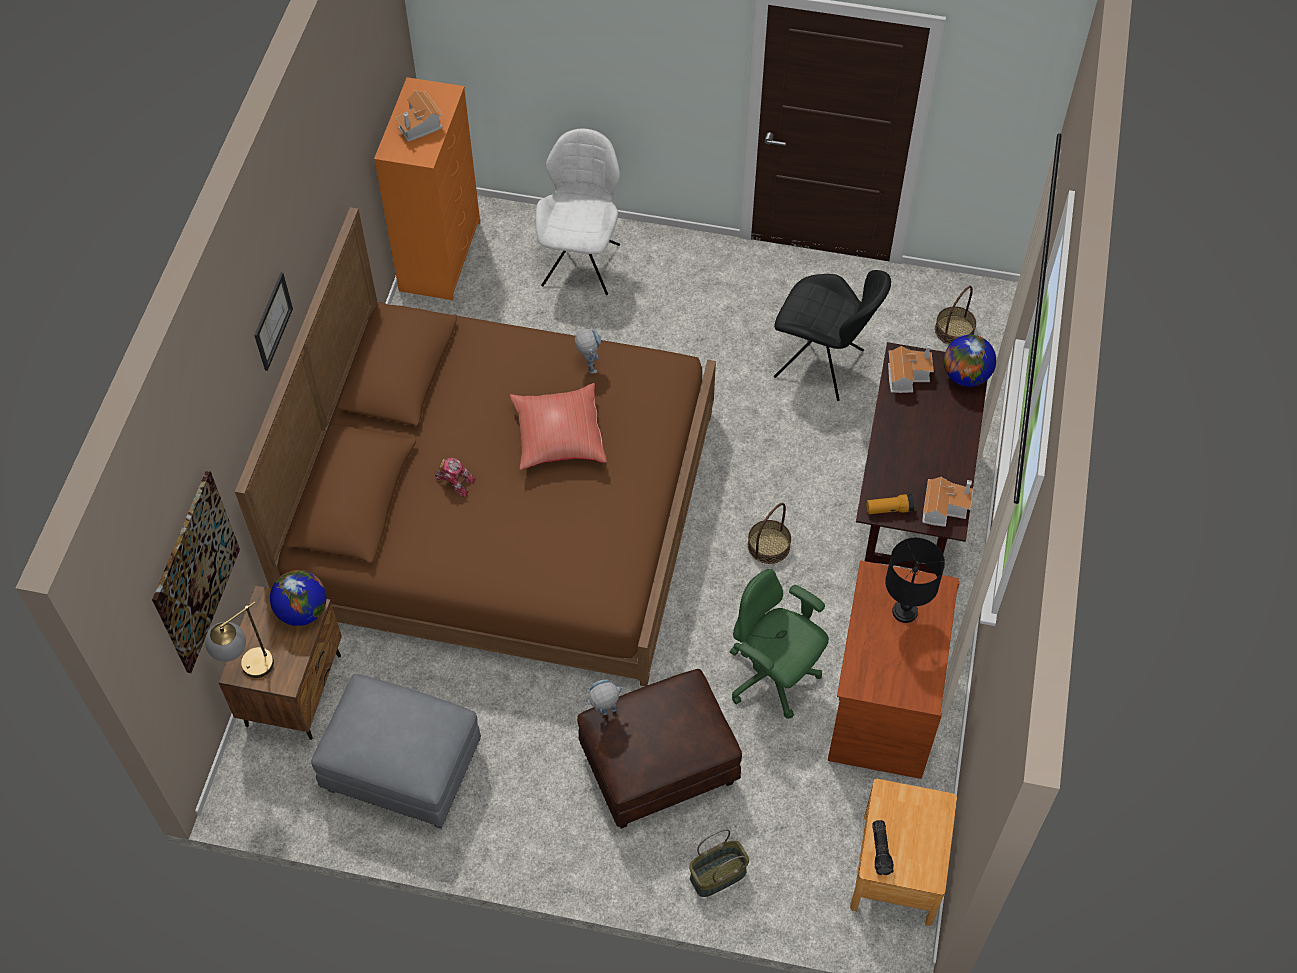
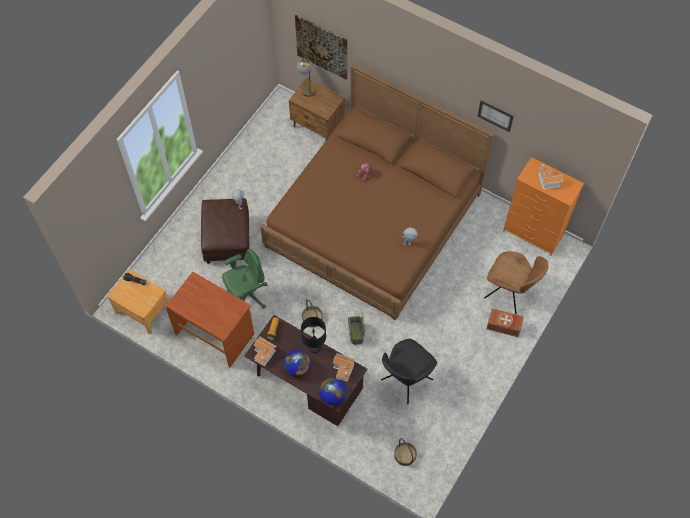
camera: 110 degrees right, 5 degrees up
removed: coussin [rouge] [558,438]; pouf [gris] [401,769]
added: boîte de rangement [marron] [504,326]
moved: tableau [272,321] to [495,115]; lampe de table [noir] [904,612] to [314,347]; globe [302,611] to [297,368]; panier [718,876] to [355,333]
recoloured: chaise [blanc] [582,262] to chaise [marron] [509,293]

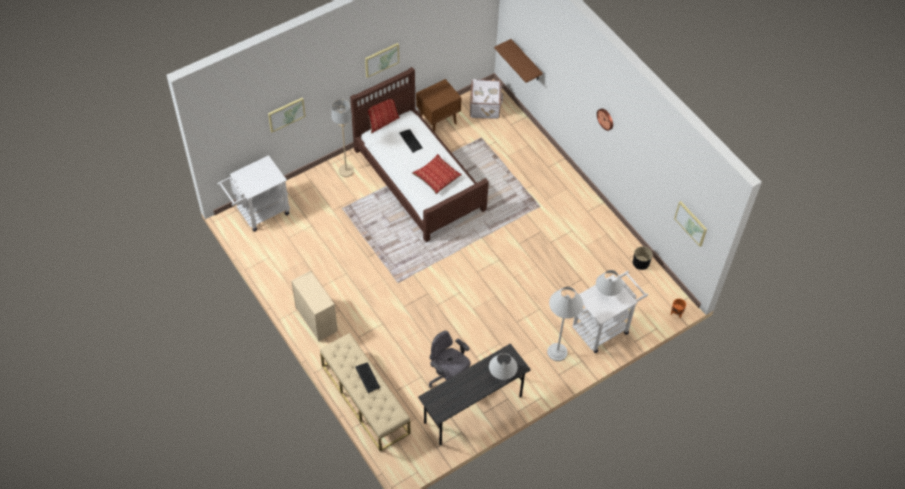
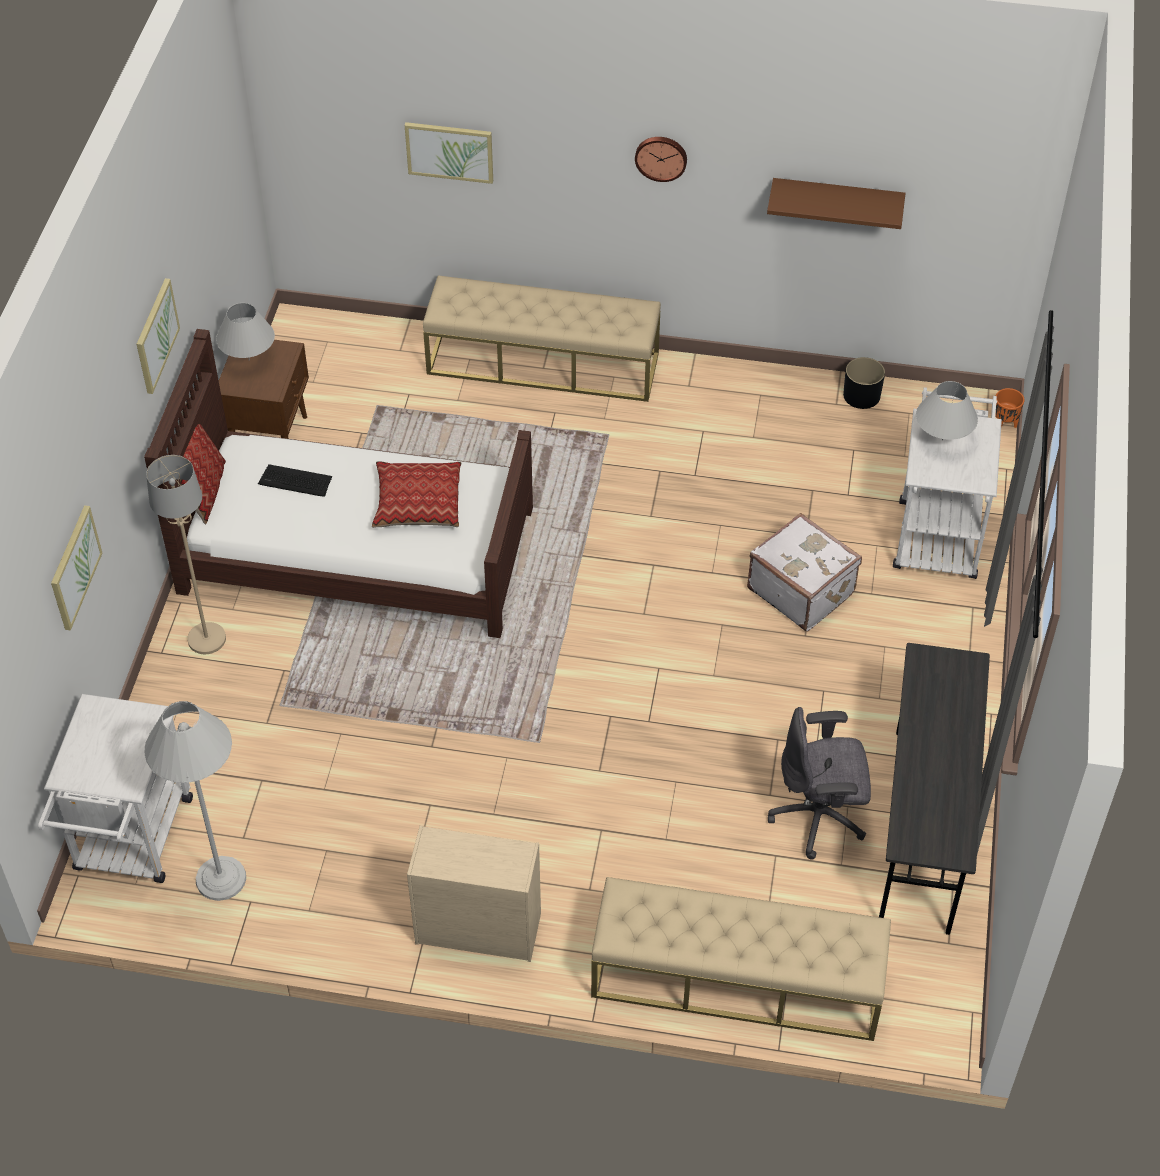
camera: 45 degrees left, 5 degrees down
removed: clavier [367,377]
added: banc [beige] [543,363]
moved: étagère [marron] [526,61] to [837,200]; valise [blanc] [485,106] to [801,590]; tableau [691,223] to [449,151]; lampadaire [blanc] [557,352] to [221,879]; lampe de table [blanc] [502,374] to [249,360]

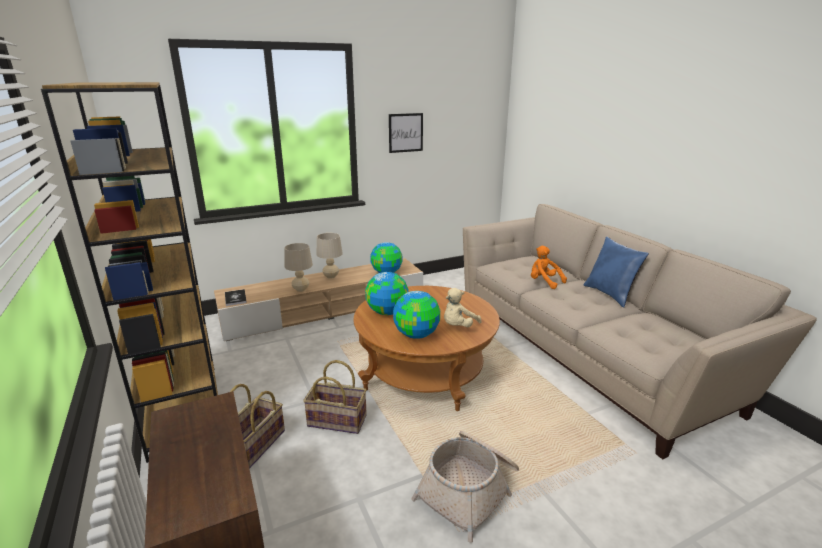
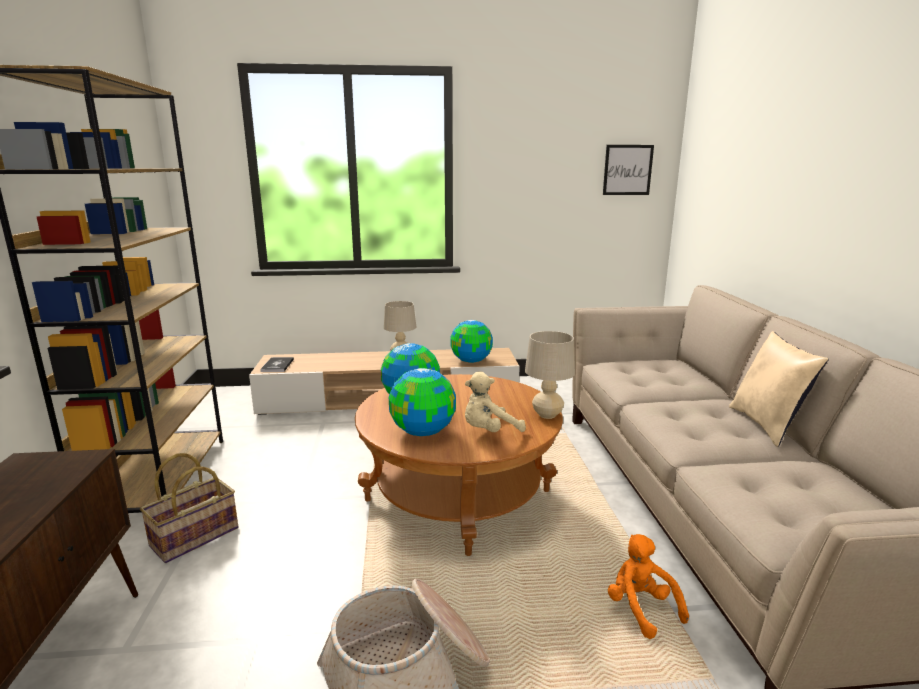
camera: 20 degrees right, 5 degrees down
removed: panier [337,420]
moved: tableau [405,132] to [627,170]; lampe de table [beige] [301,289] to [547,415]; peluche [orange] [544,282] to [641,608]
recoloured: coussin [bleu] [610,295] to coussin [beige] [767,426]

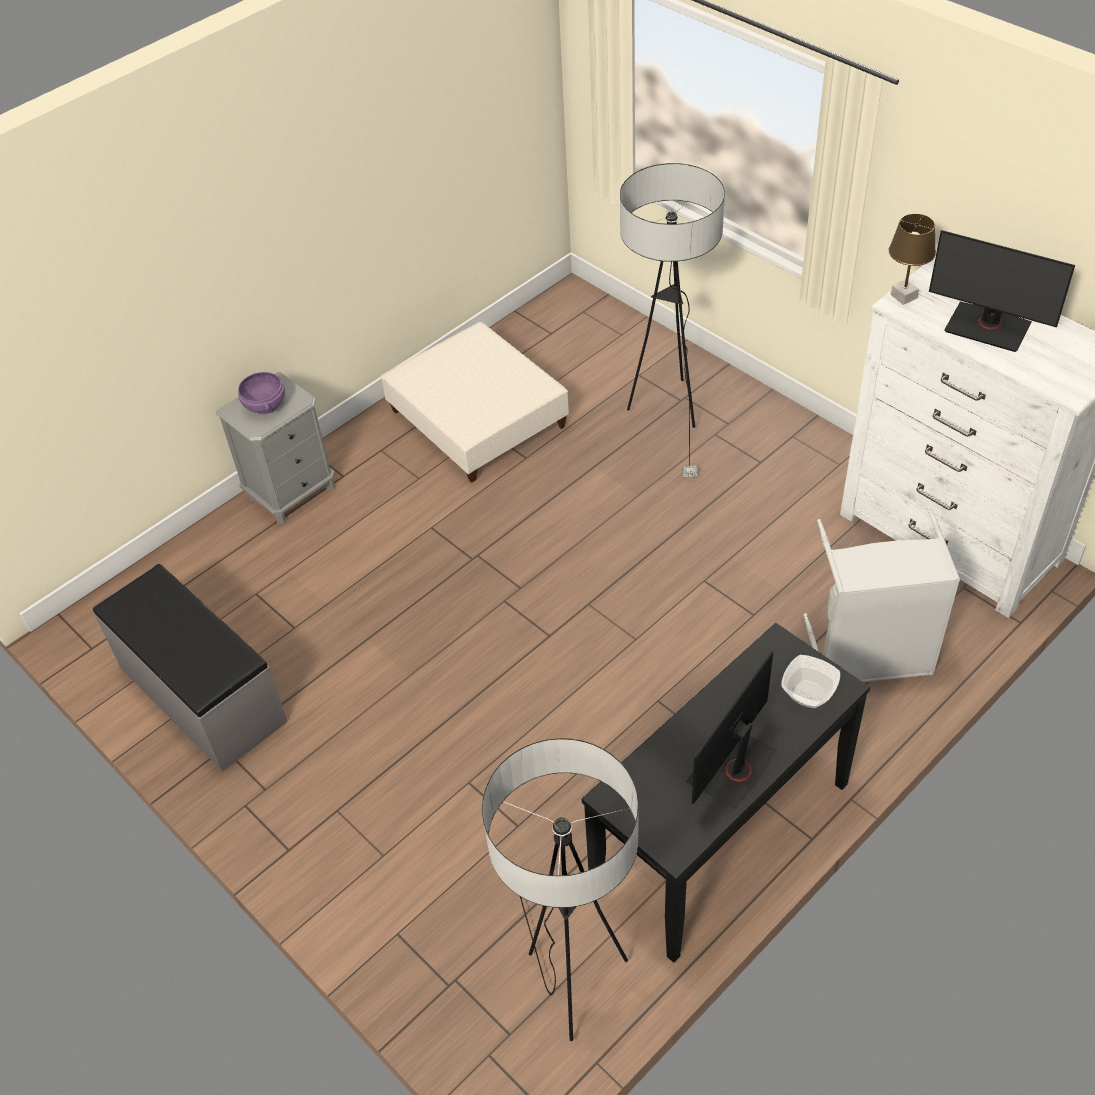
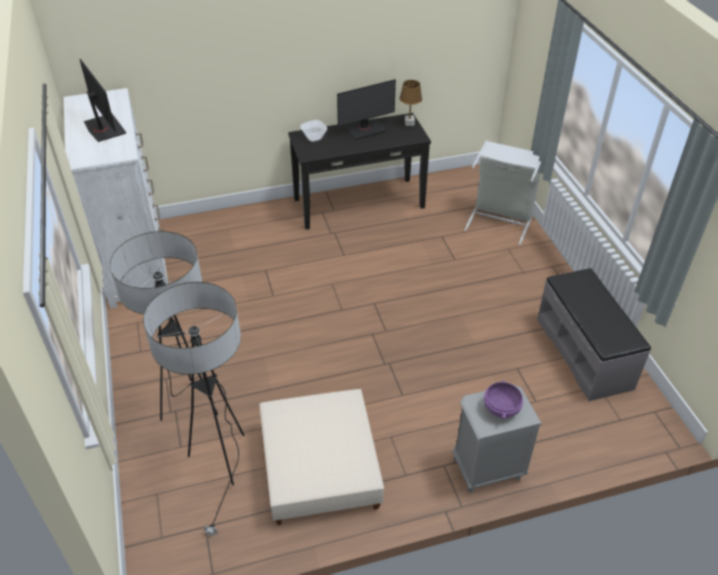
camera: 155 degrees left, 5 degrees down
moved: lampe de table [marron] [903,296] to [409,123]; panier à linge [gris] [870,657] to [500,220]; lampadaire [572,982] to [222,464]

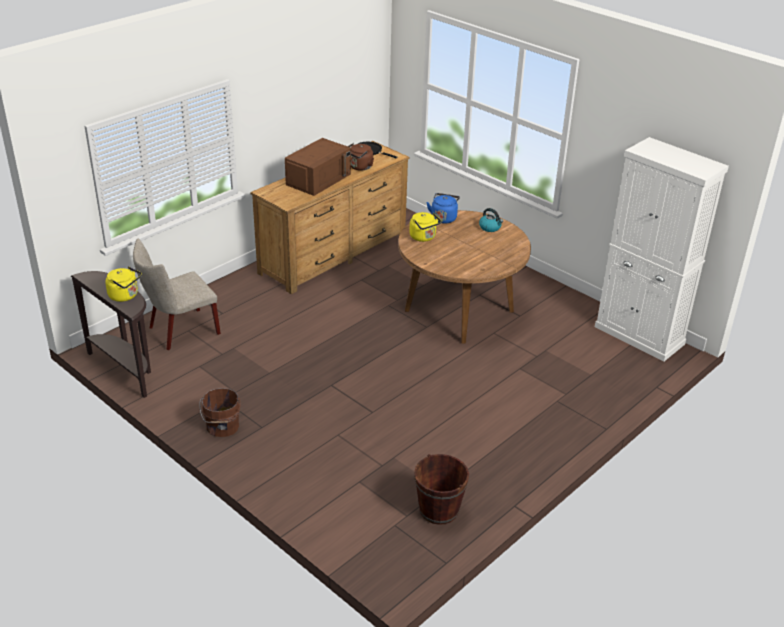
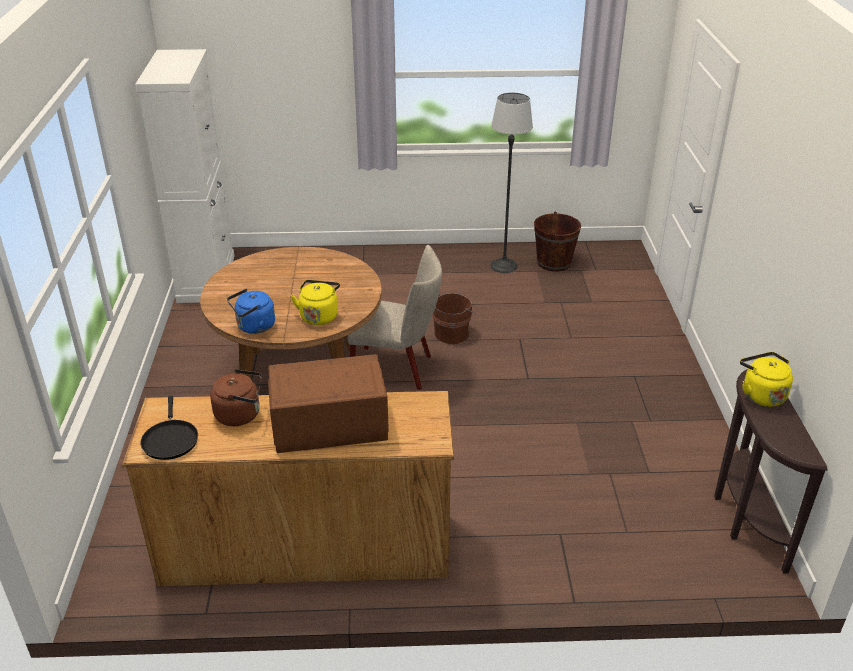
camera: 135 degrees left, 0 degrees up
removed: bouilloire [490,227]
added: lampadaire [504,266]
moved: chaise [beige] [179,331] to [397,369]; seau [marron] [222,427] to [453,333]

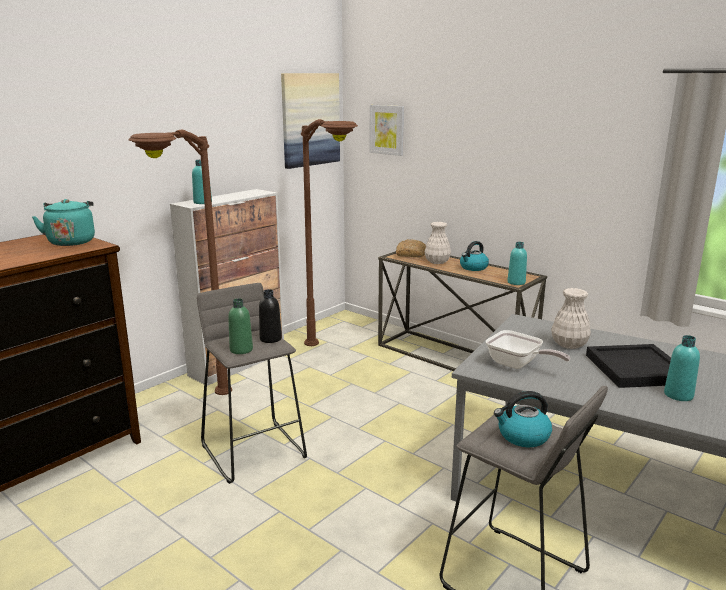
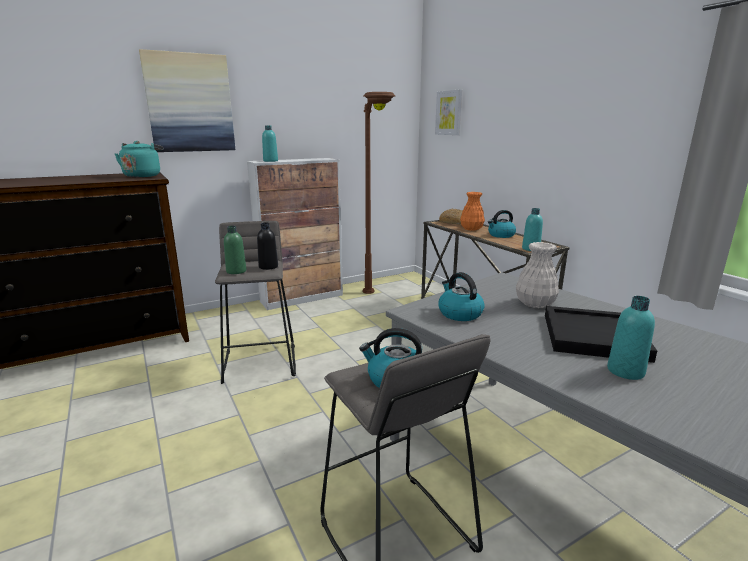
camera: 20 degrees right, 0 degrees up
removed: lampadaire [marron] [196,418]
moved: tableau [310,119] to [190,103]
replaced: poêle [517,365] to bouilloire [459,313]
recoloured: vase [blanc] [436,262] to vase [orange] [471,229]

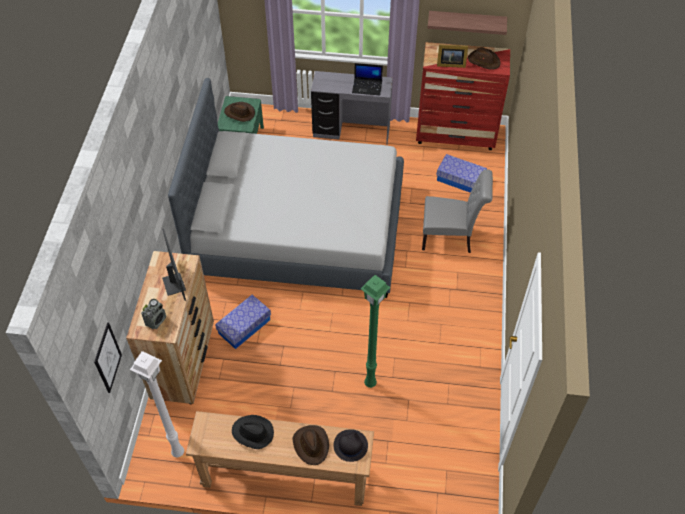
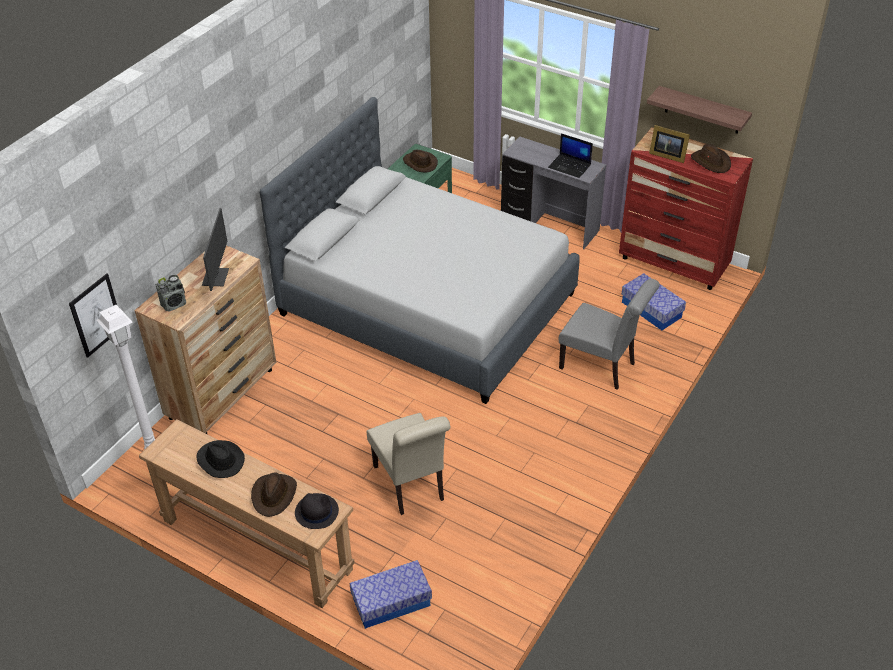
camera: 25 degrees right, 10 degrees down
moved: boîte de rangement [244,327] to [391,602]
replaced: lampadaire [vert] [370,384] to chaise [beige] [411,486]

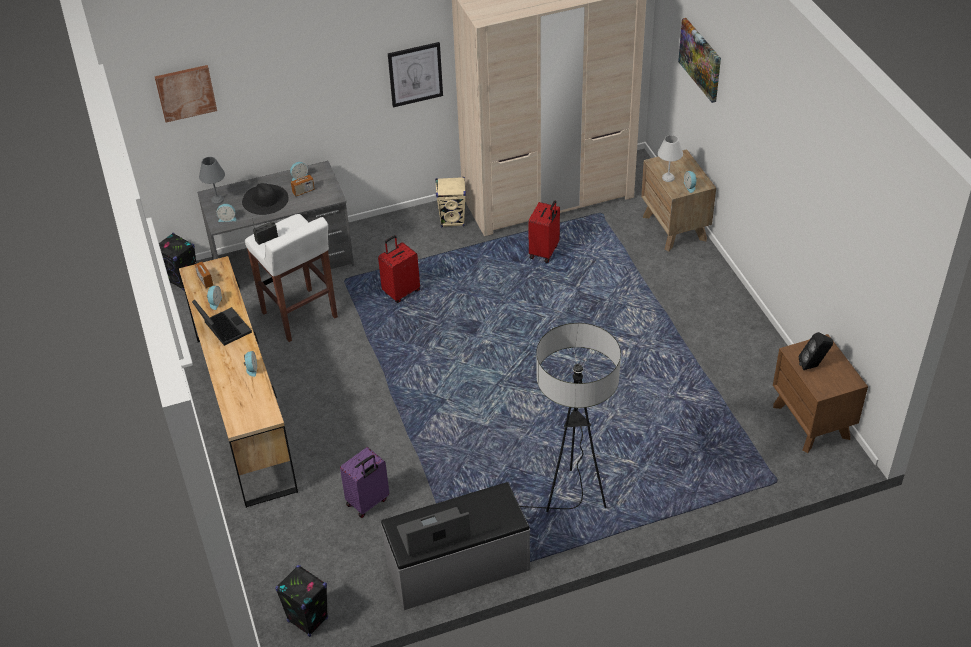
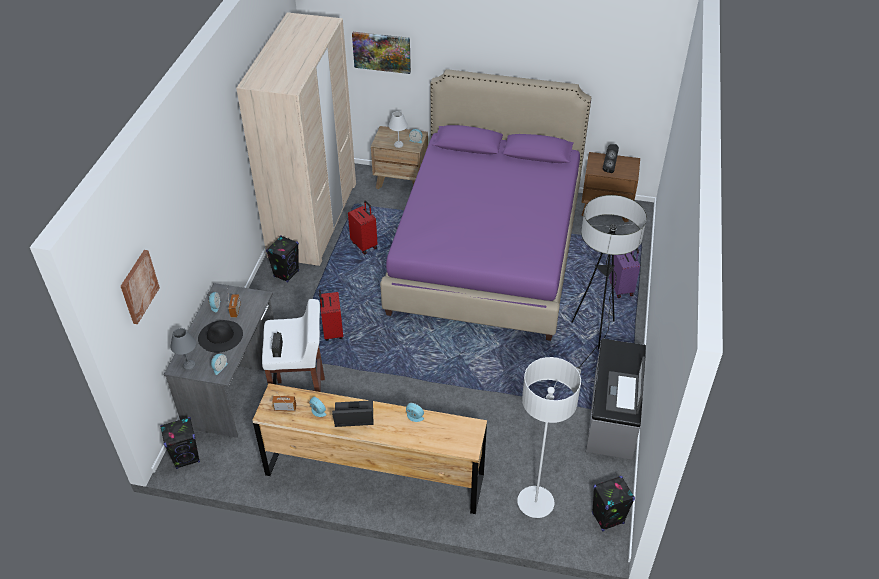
camera: 60 degrees left, 0 degrees up
removed: tableau [415,74]
added: lit [violet] [487,250]; lampadaire [gris] [535,503]
moved: valise [violet] [368,502] to [621,288]
recoloured: enceinte [beige] [452,220] to enceinte [noir] [286,273]

